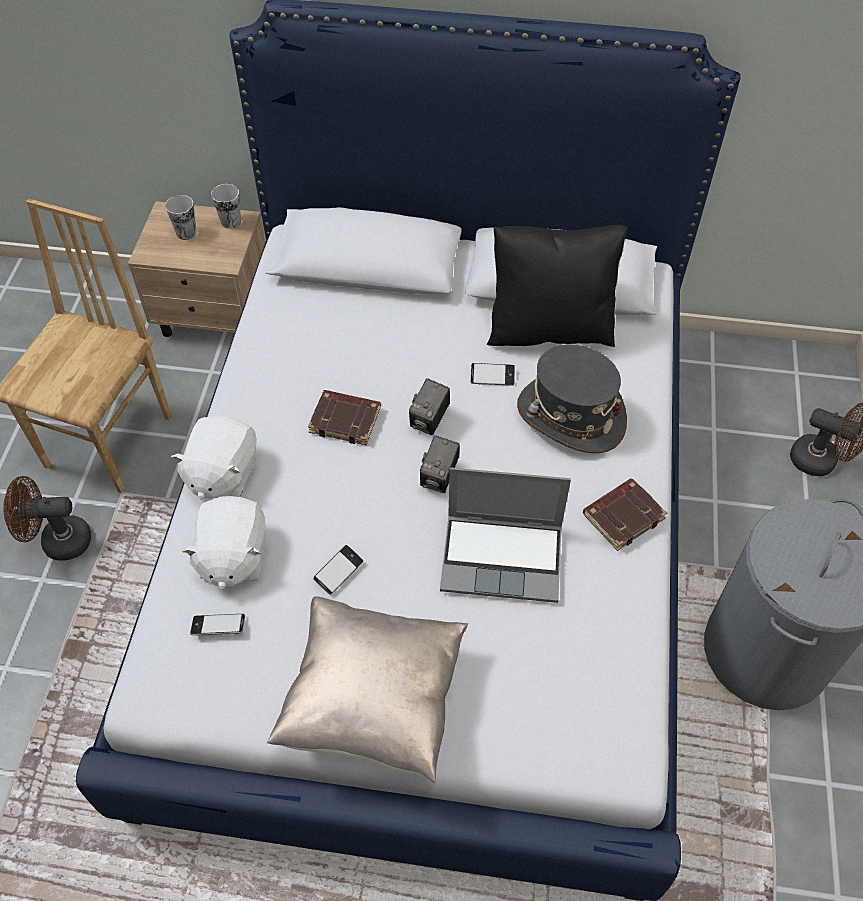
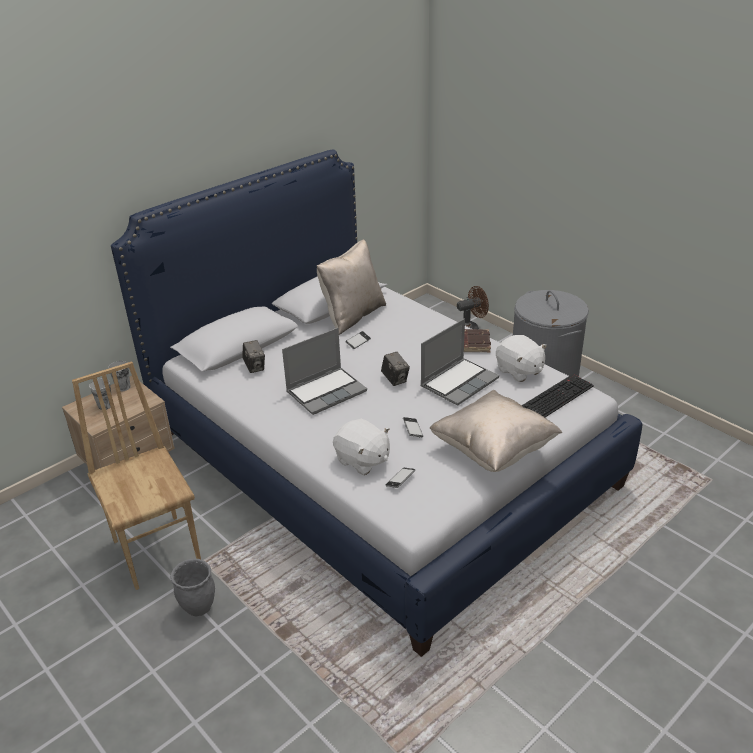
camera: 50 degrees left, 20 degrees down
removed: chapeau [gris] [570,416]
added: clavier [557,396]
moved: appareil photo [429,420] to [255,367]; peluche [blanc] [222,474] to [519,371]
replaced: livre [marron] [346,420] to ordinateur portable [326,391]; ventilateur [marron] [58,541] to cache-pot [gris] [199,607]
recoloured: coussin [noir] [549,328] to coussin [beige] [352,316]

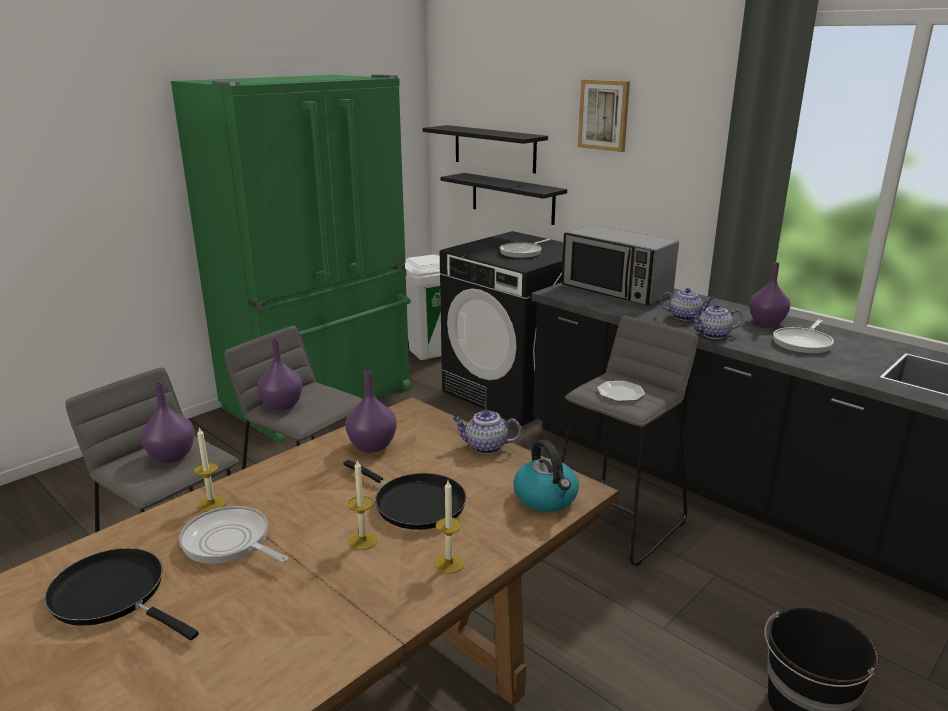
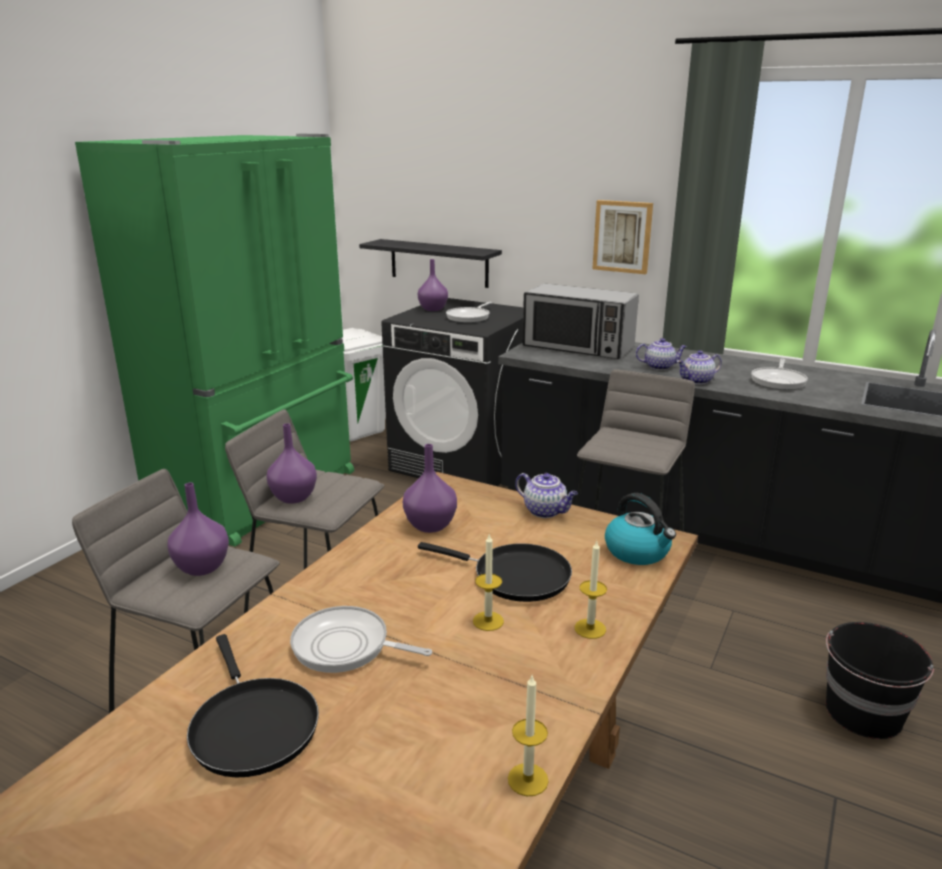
camera: 15 degrees left, 0 degrees up
removed: étagère [noir] [494,148]; assiette [621,393]
moved: tableau [604,115] to [622,236]; vase [violet] [765,322] to [432,309]; bougie [211,504] to [528,779]
turned: théière [485,447] = [546,511] 135 degrees counterclockwise; poêle [noir] [114,595] = [252,726] 135 degrees counterclockwise

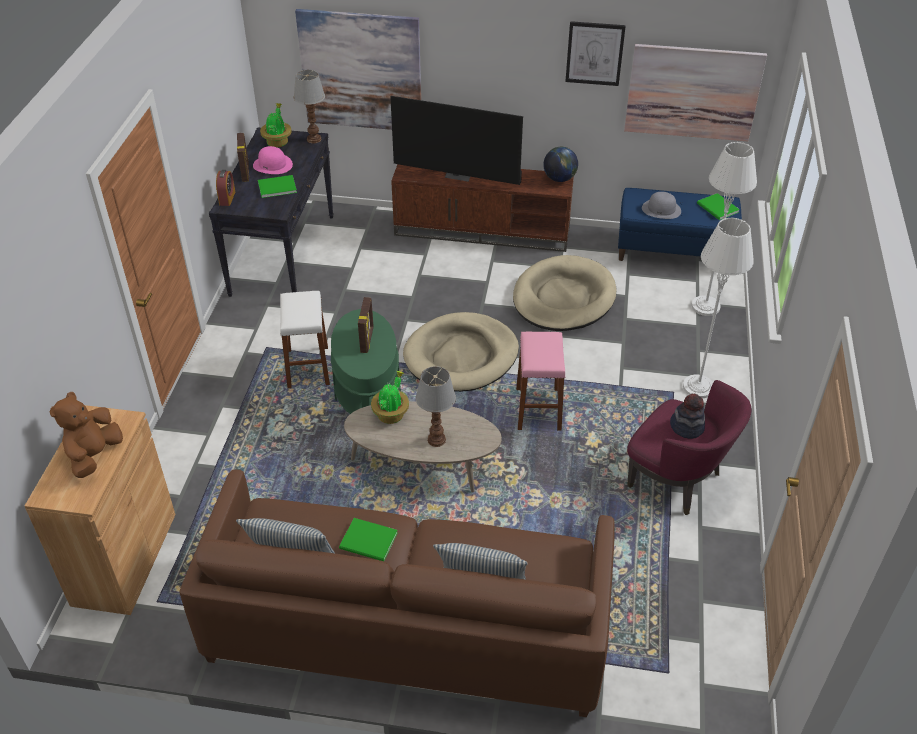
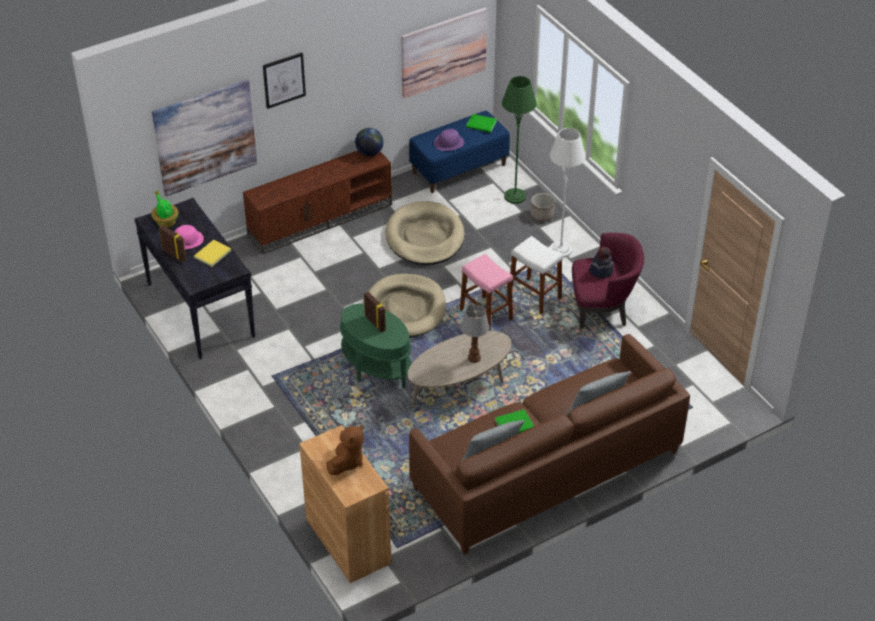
camera: 40 degrees left, 0 degrees up
removed: lampe de table [313,139]; téléviseur [459,175]; réveil [227,198]; plante en pot [391,414]
added: cache-pot [542,215]
moved: tableau [594,53] to [284,80]; tabouret [blanc] [308,367] to [534,296]
recoloured: lampadaire [blanc] [705,306] to lampadaire [vert] [515,196]; livre [vert] [276,187] to livre [jaune] [211,254]; chapeau [gris] [661,209] to chapeau [violet] [449,142]
turned: peluche [marron] [94,455] = [347,462] 135 degrees counterclockwise

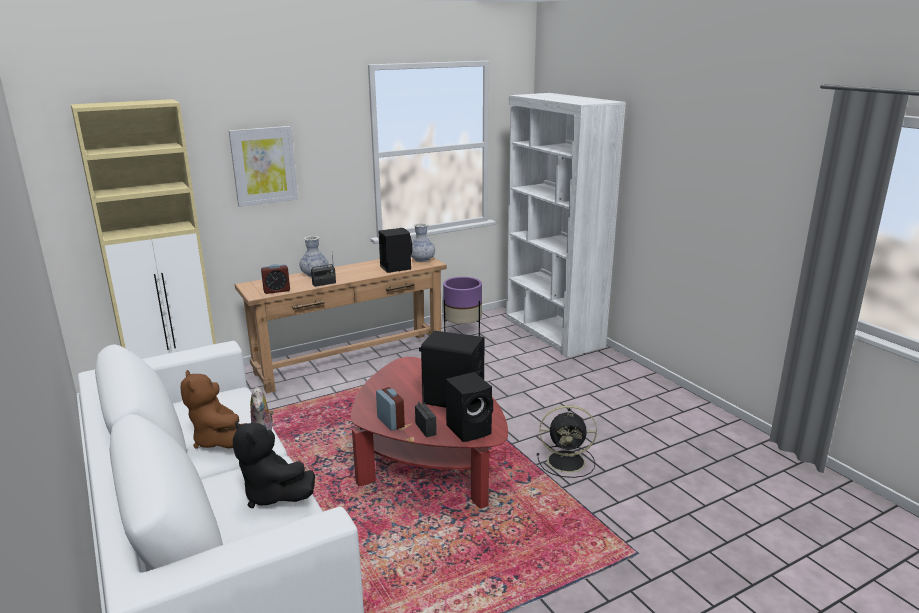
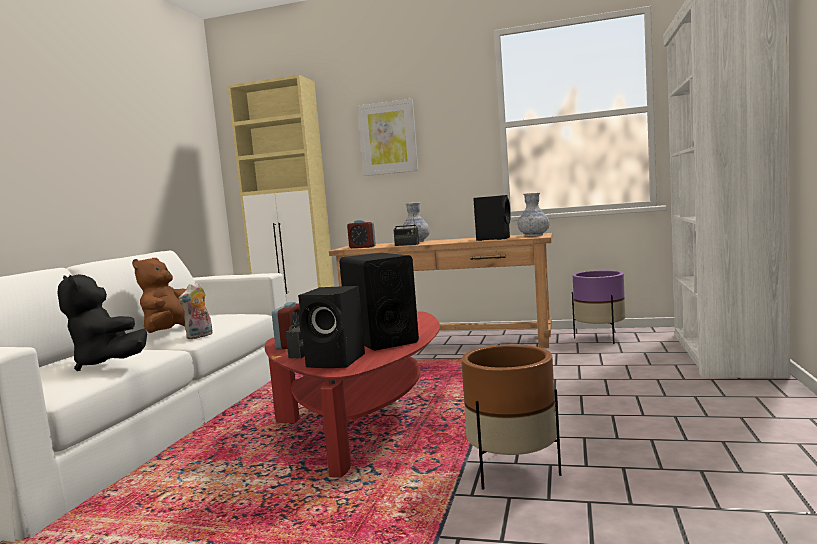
camera: 45 degrees right, 15 degrees down
replaced: ventilateur [noir] [568,461] to cache-pot [marron] [513,471]
turned: peluche [noir] [273,495] = [106,363] 45 degrees counterclockwise

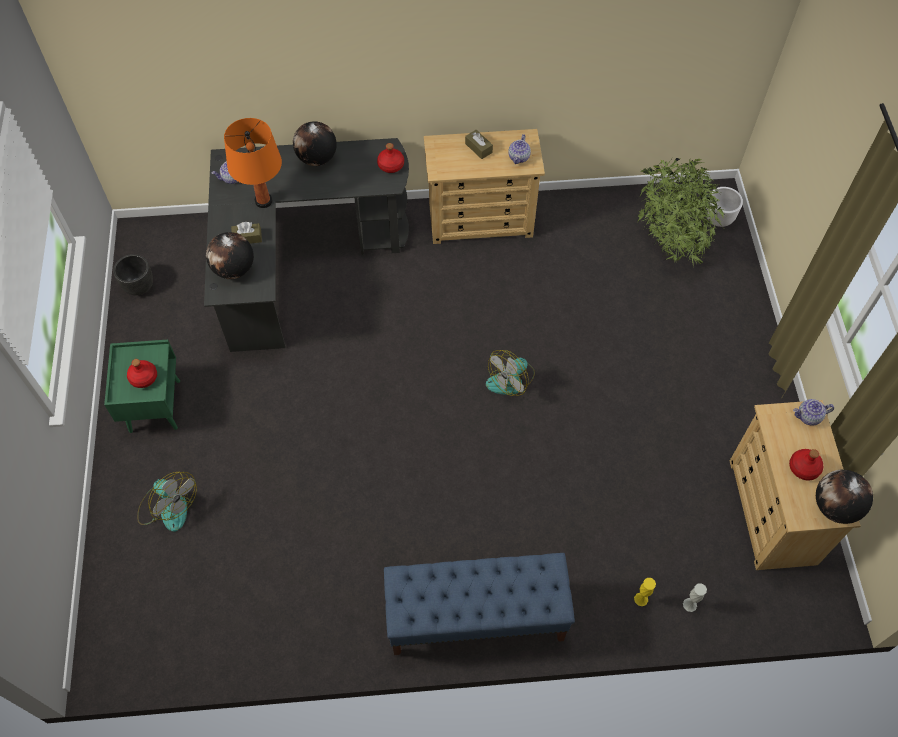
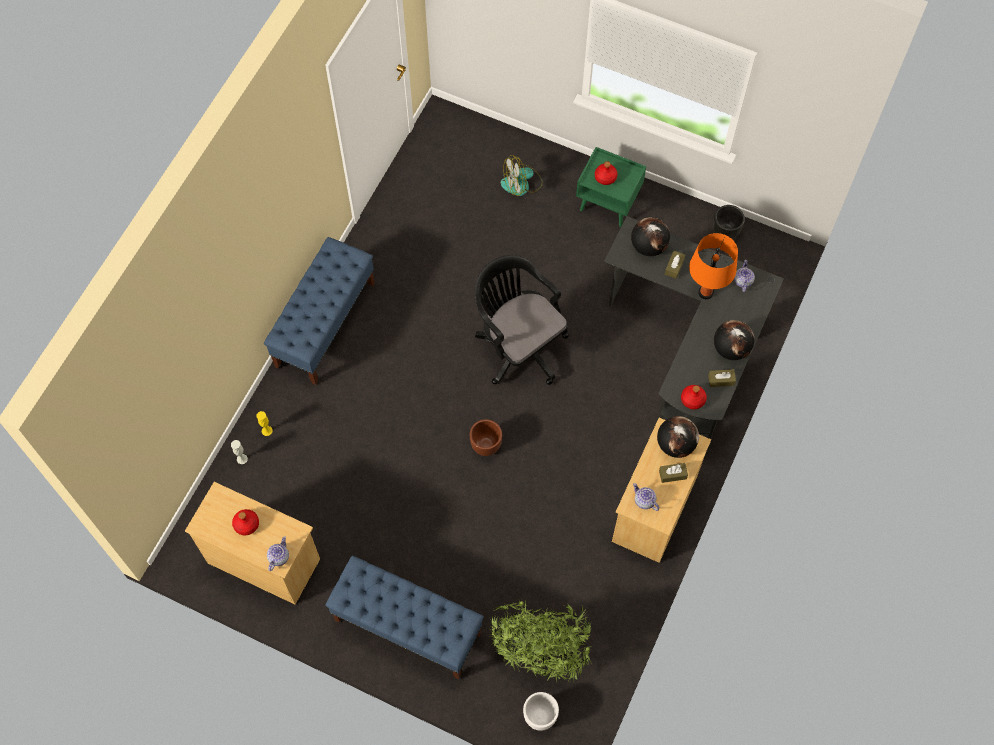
camera: 120 degrees right, 5 degrees up
added: chaise de bureau [noir] [518,345]; boîte à mouchoirs [marron] [721,380]; banc [bleu] [407,627]
moved: globe [834,507] to [675,444]
replaced: ventilateur [511,379] to cache-pot [marron] [485,445]

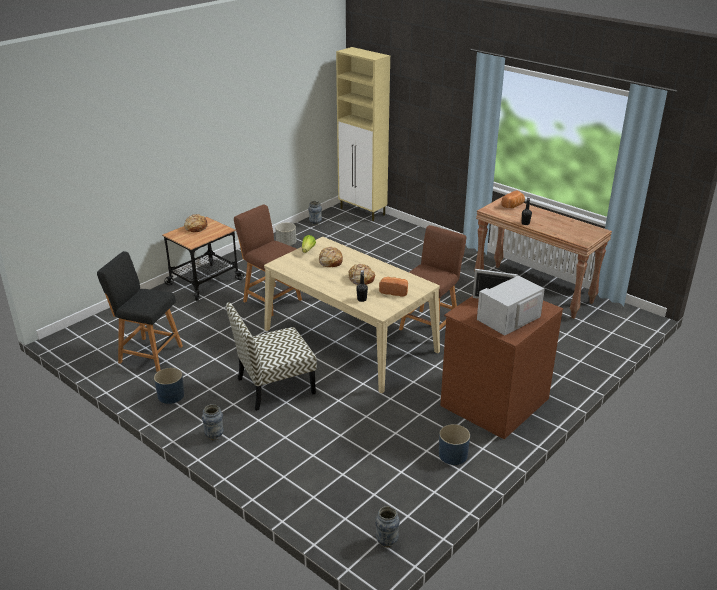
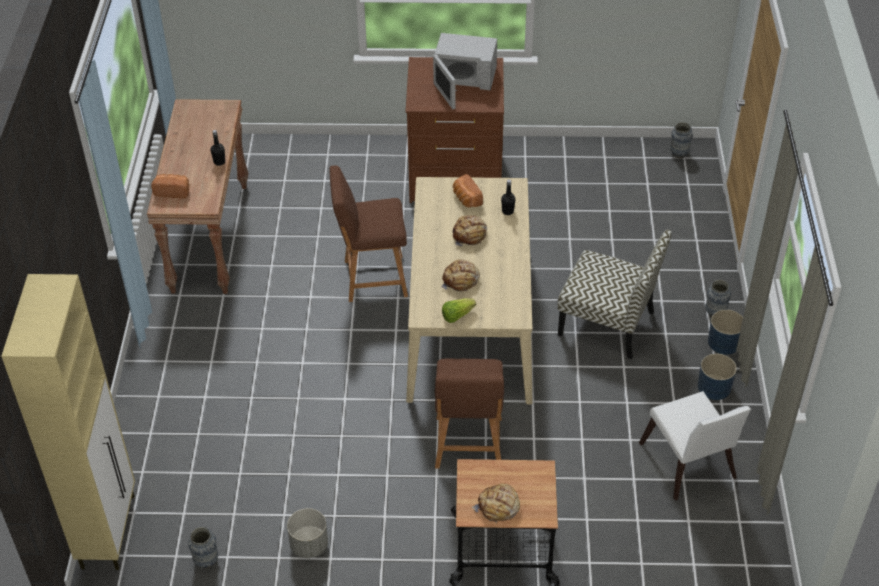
camera: 130 degrees left, 15 degrees up
moved: cache-pot [bleu] [452,455] to [724,342]
replaced: tabouret [noir] [148,353] to chaise [blanc] [689,466]

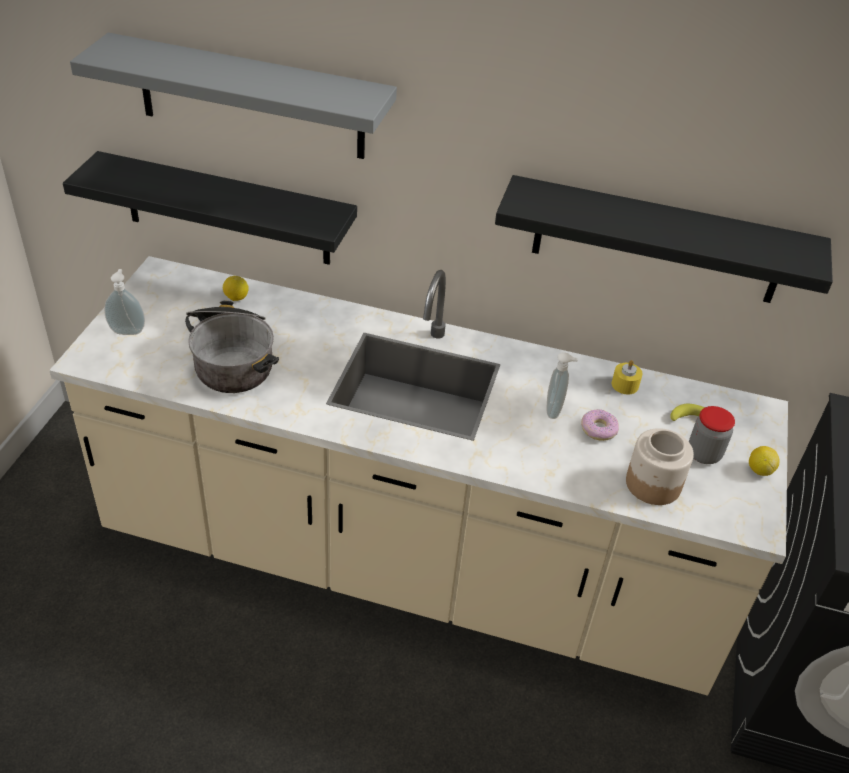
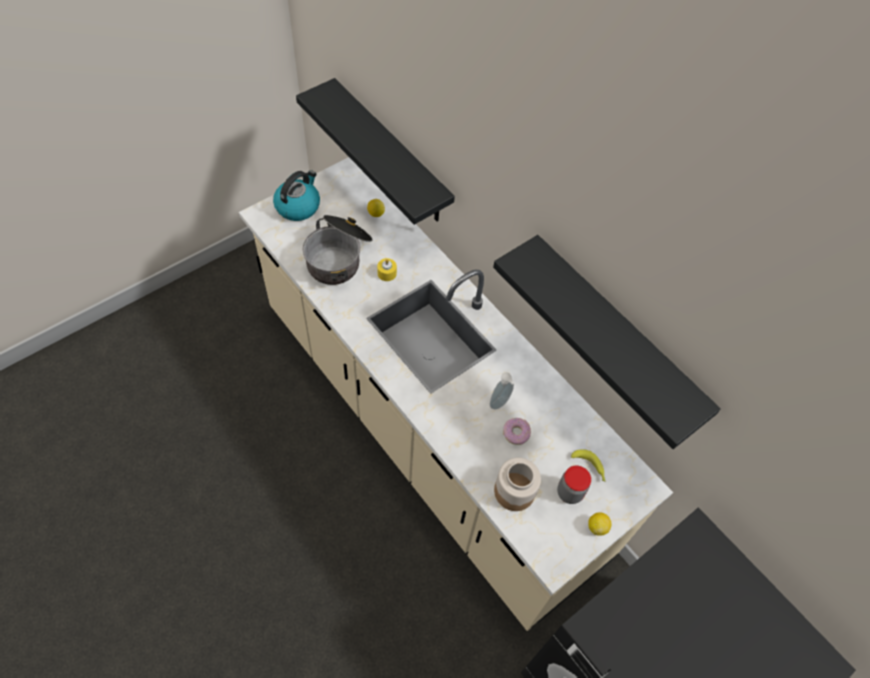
camera: 35 degrees right, 15 degrees up
removed: étagère [gris] [251,98]
moved: bougie [jaune] [625,385] to [387,273]
replaced: distributeur de savon [128,330] to bouilloire [298,206]

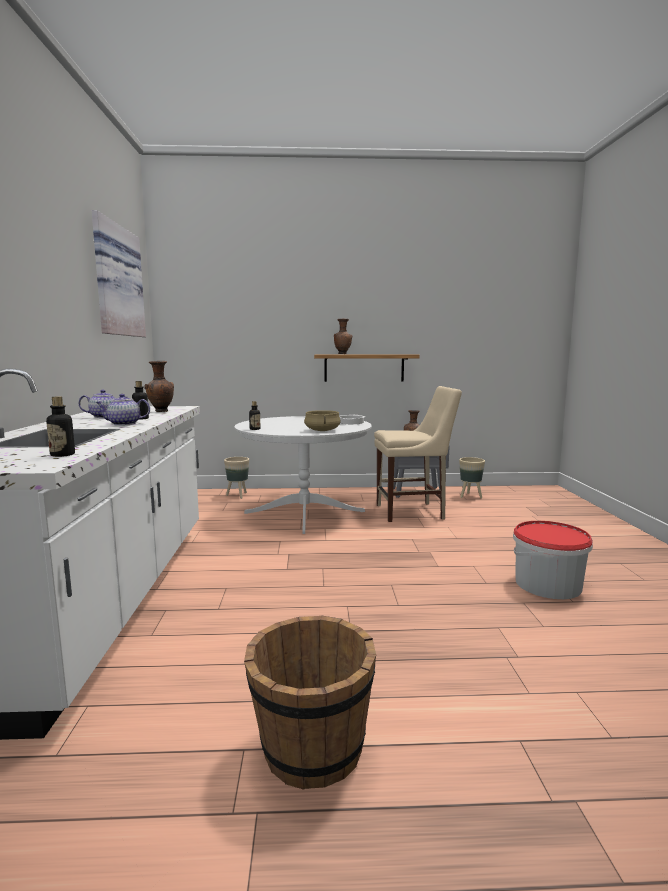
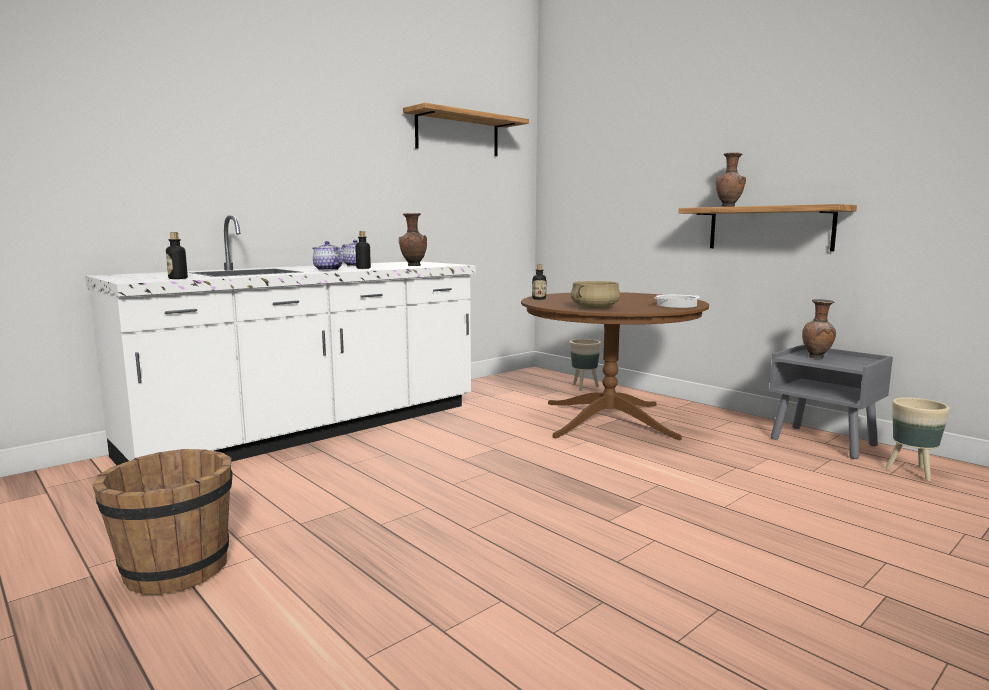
camera: 50 degrees right, 0 degrees up
removed: chaise [beige] [413,512]; seau [548,584]
replaced: tableau [115,281] to étagère [458,134]
recoloured: table à manger [blanc] [304,512] to table à manger [marron] [608,420]

